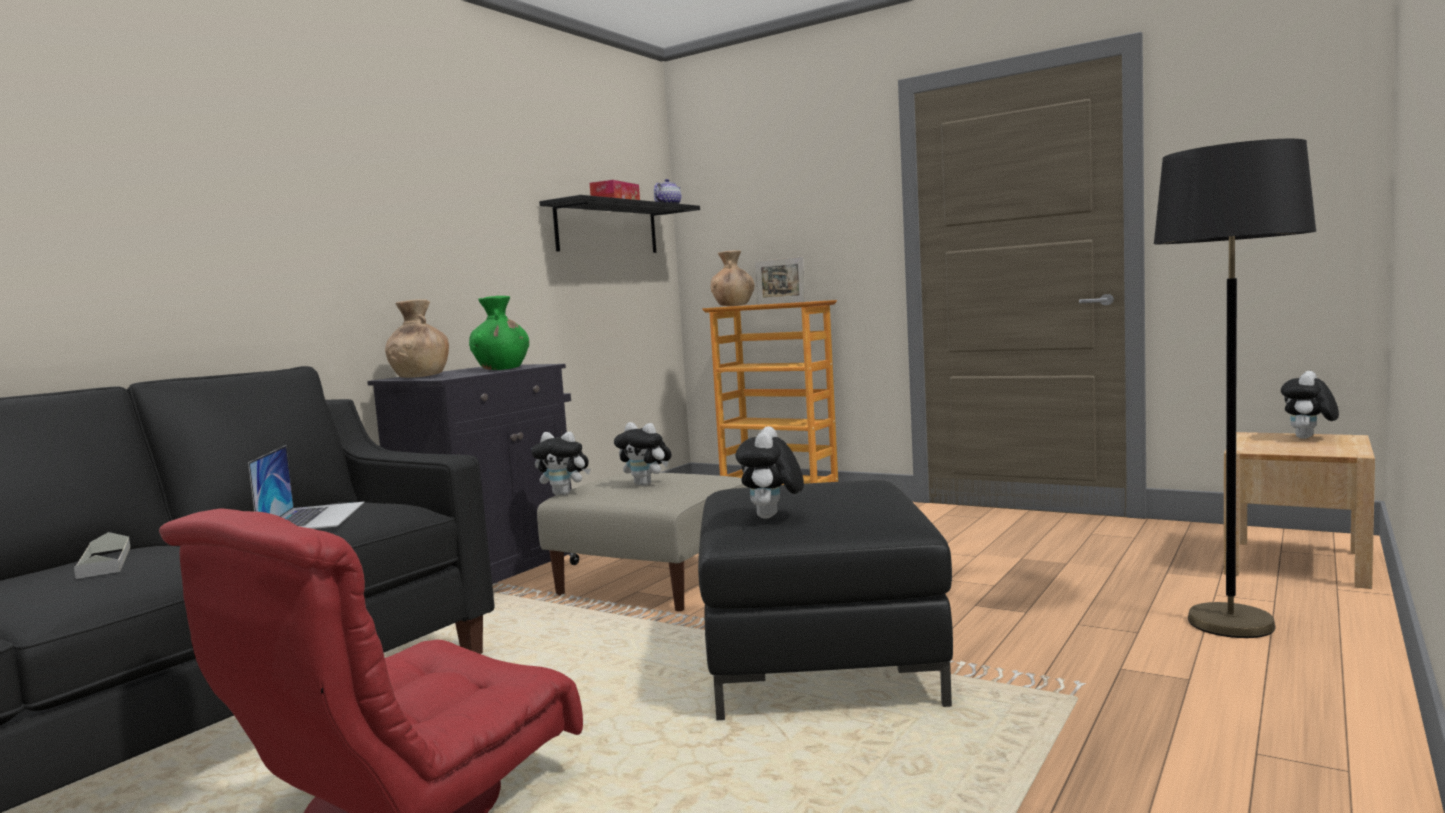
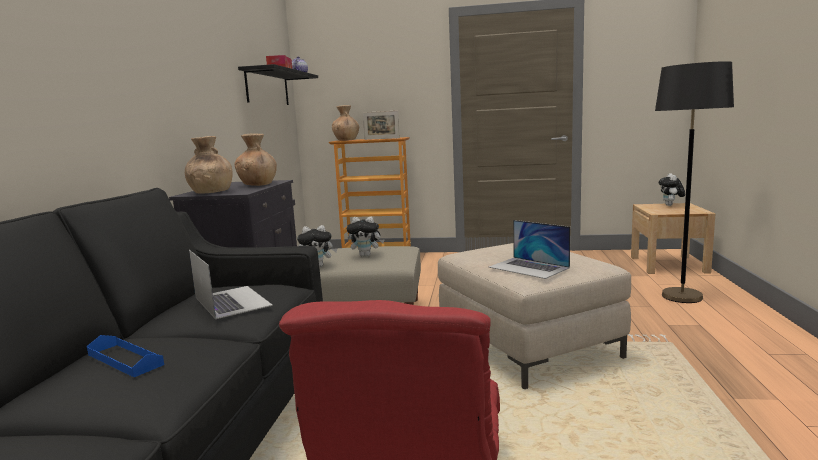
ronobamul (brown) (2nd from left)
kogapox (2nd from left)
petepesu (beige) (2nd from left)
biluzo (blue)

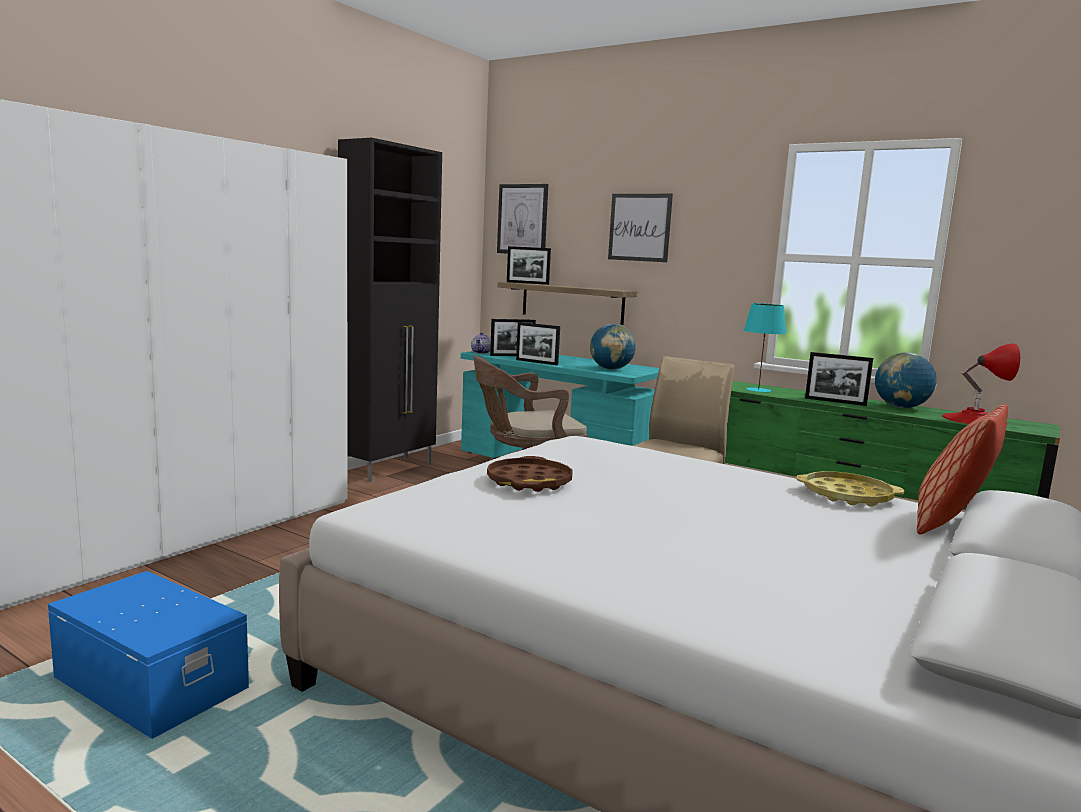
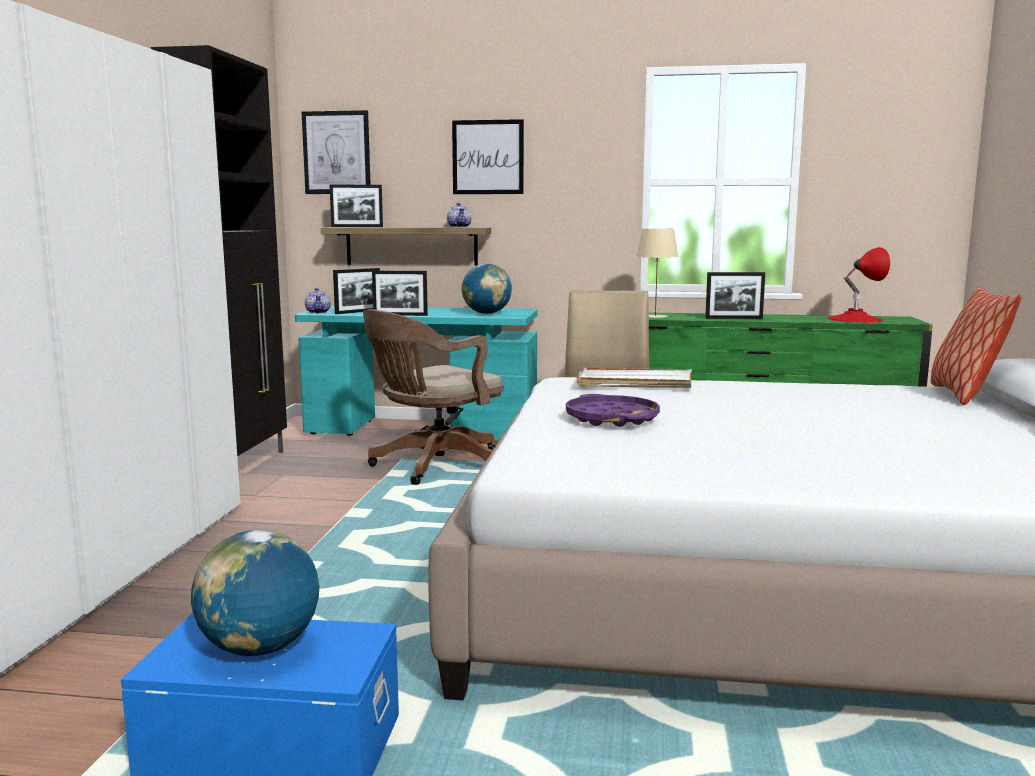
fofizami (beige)
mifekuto (1st from left)
biluzo (purple)
biluzo (yellow)
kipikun (2nd from left)
biluzo (white)

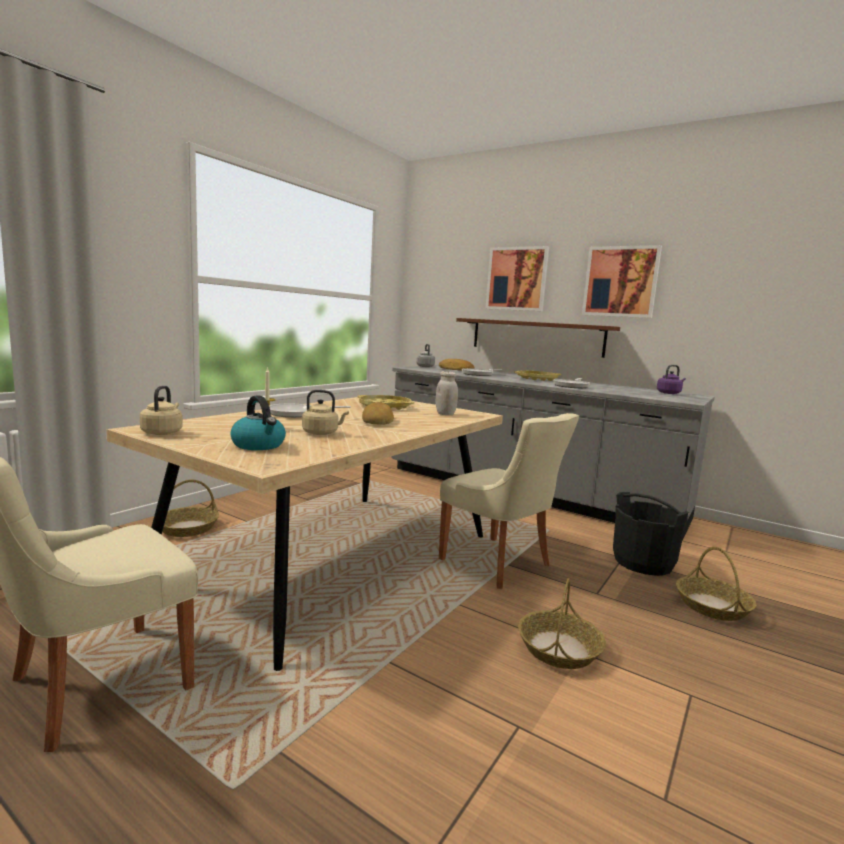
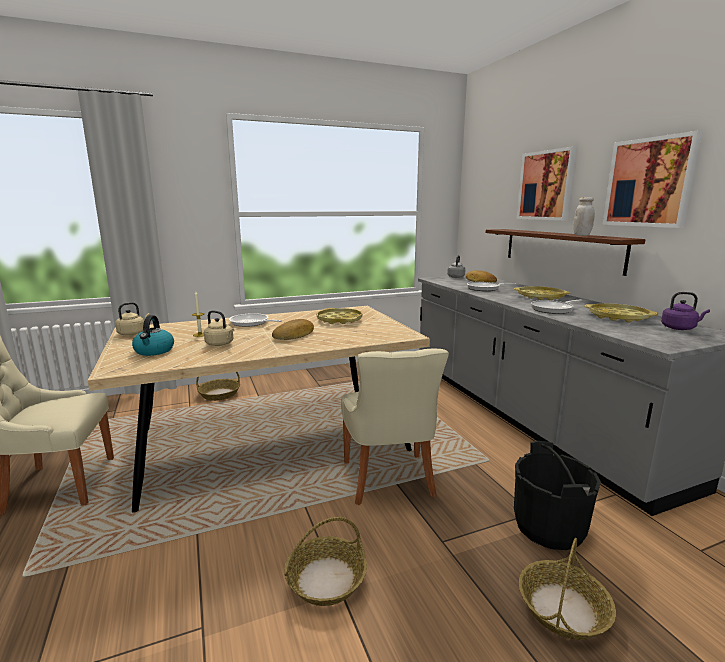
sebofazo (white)
biluzo (yellow) (3rd from left)

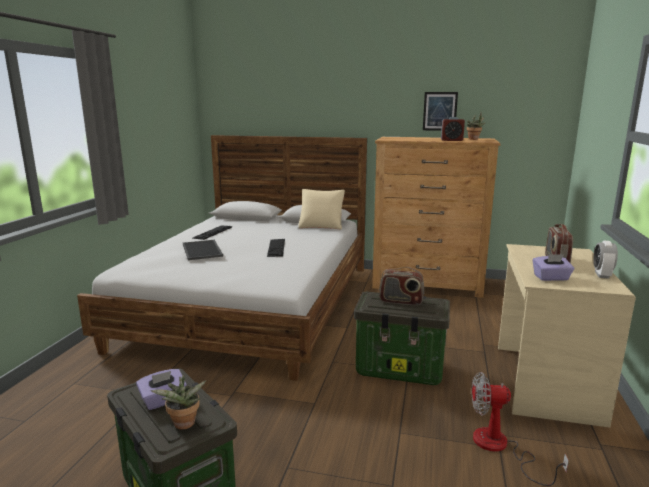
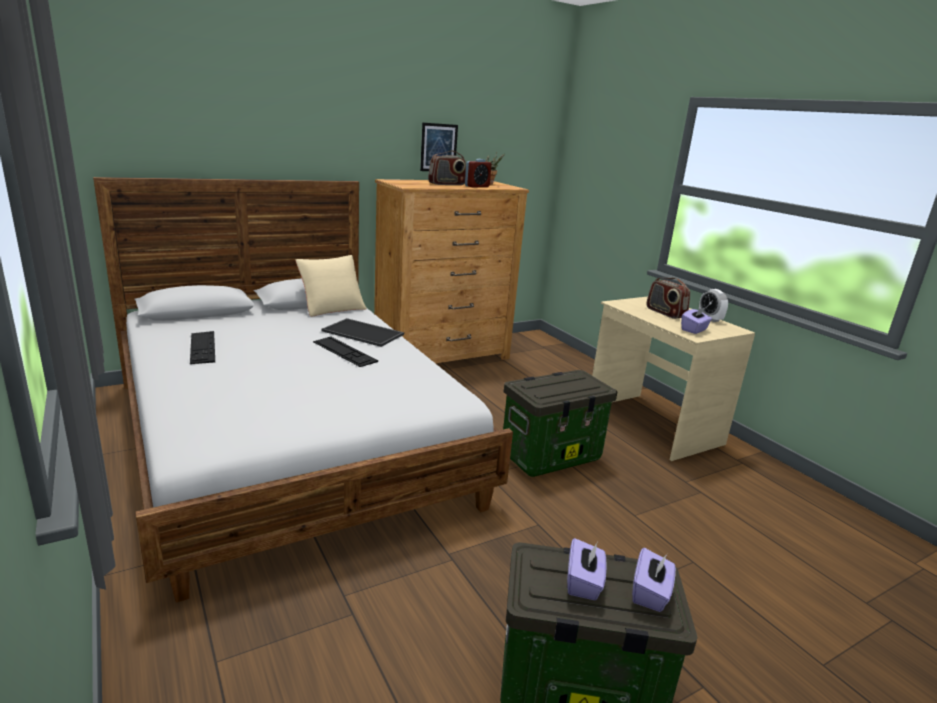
biluzo
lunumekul (1st from left)
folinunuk
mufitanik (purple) (2nd from left)

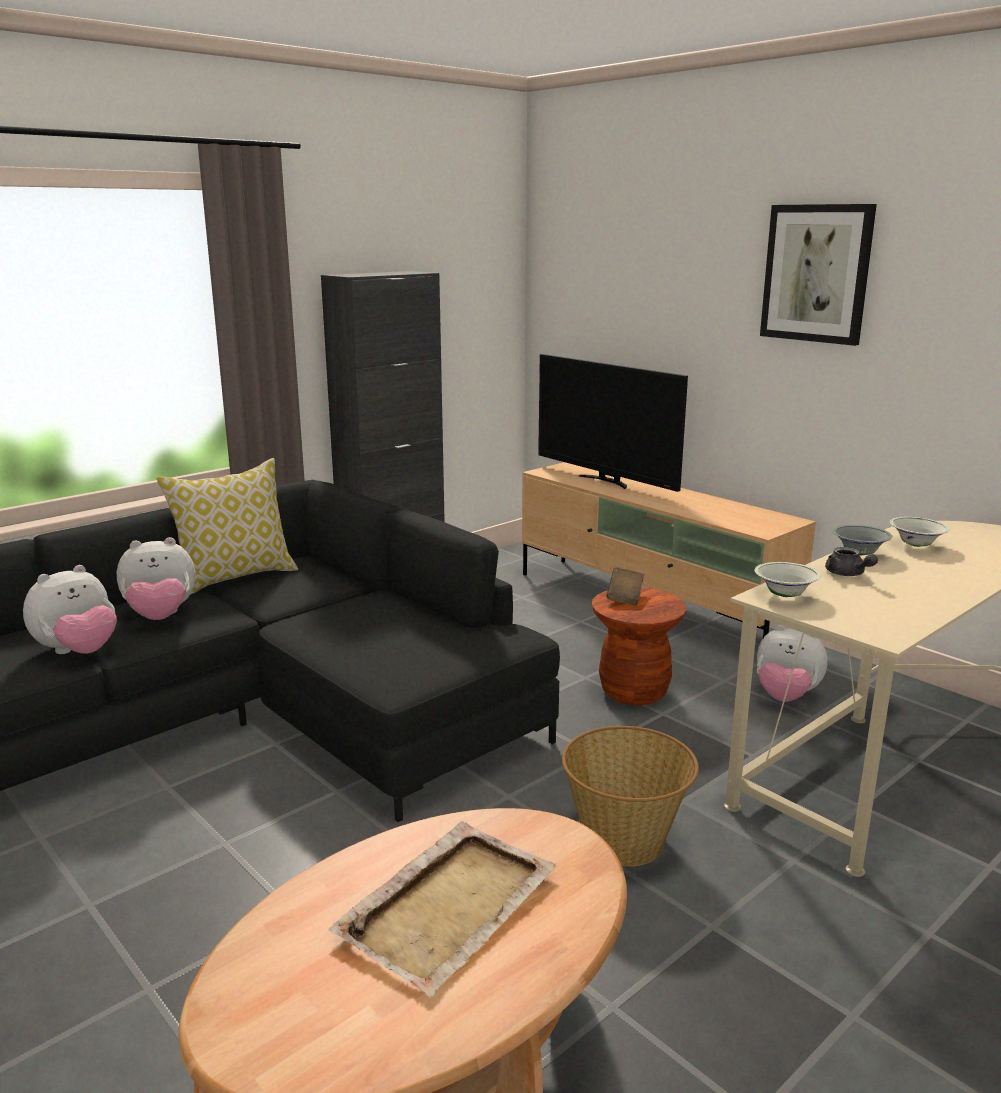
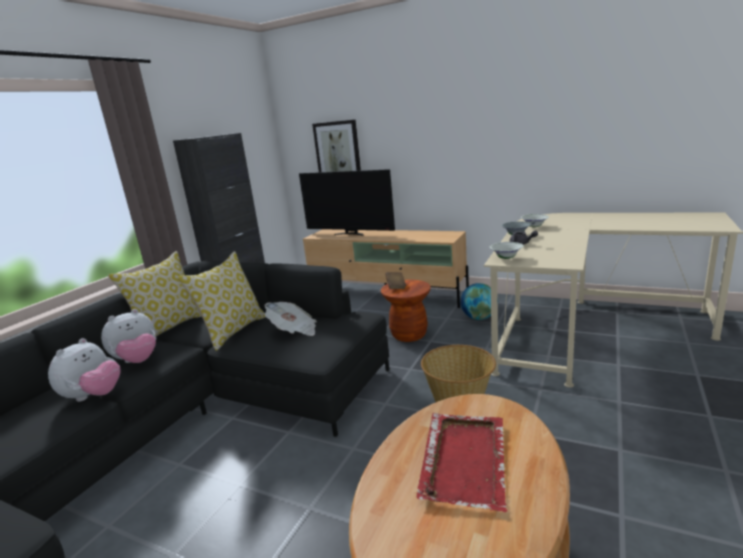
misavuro
mifekuto
biluzo (red)
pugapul (2nd from left)
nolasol

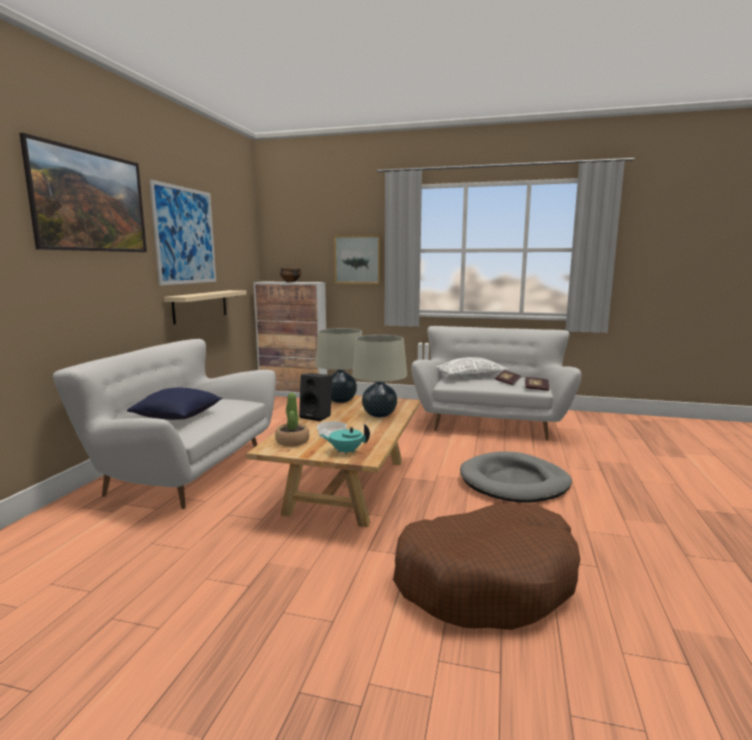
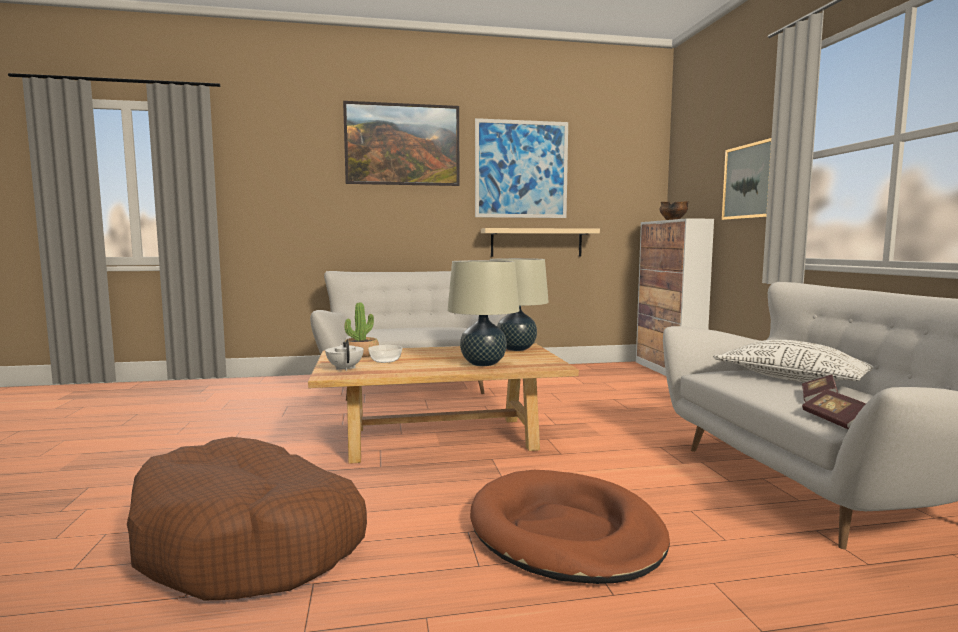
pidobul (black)
pugapul (blue)
kipikun (white)
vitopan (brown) (2nd from left)

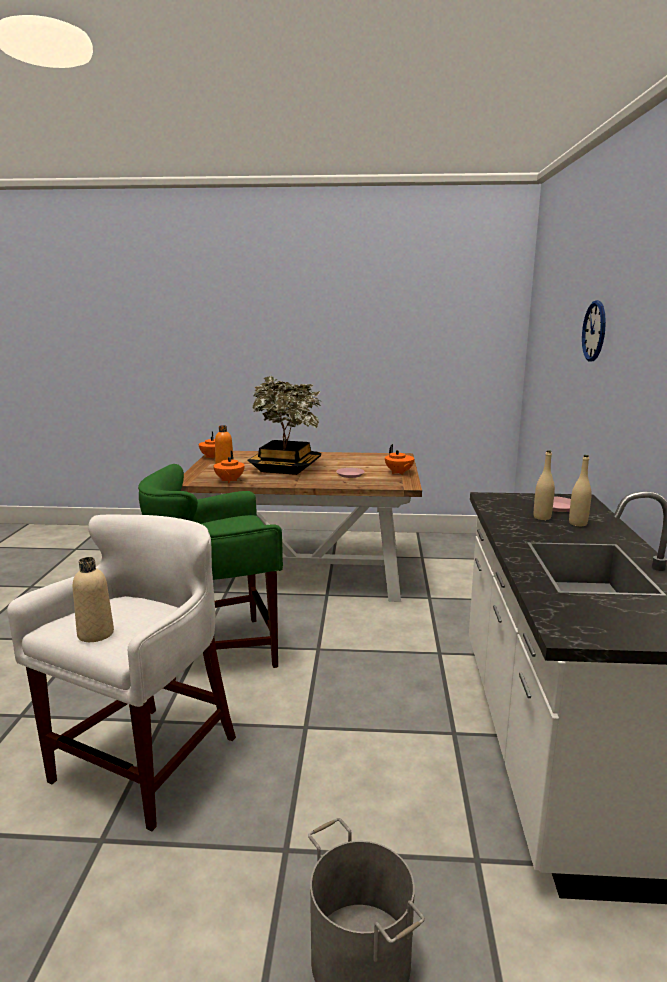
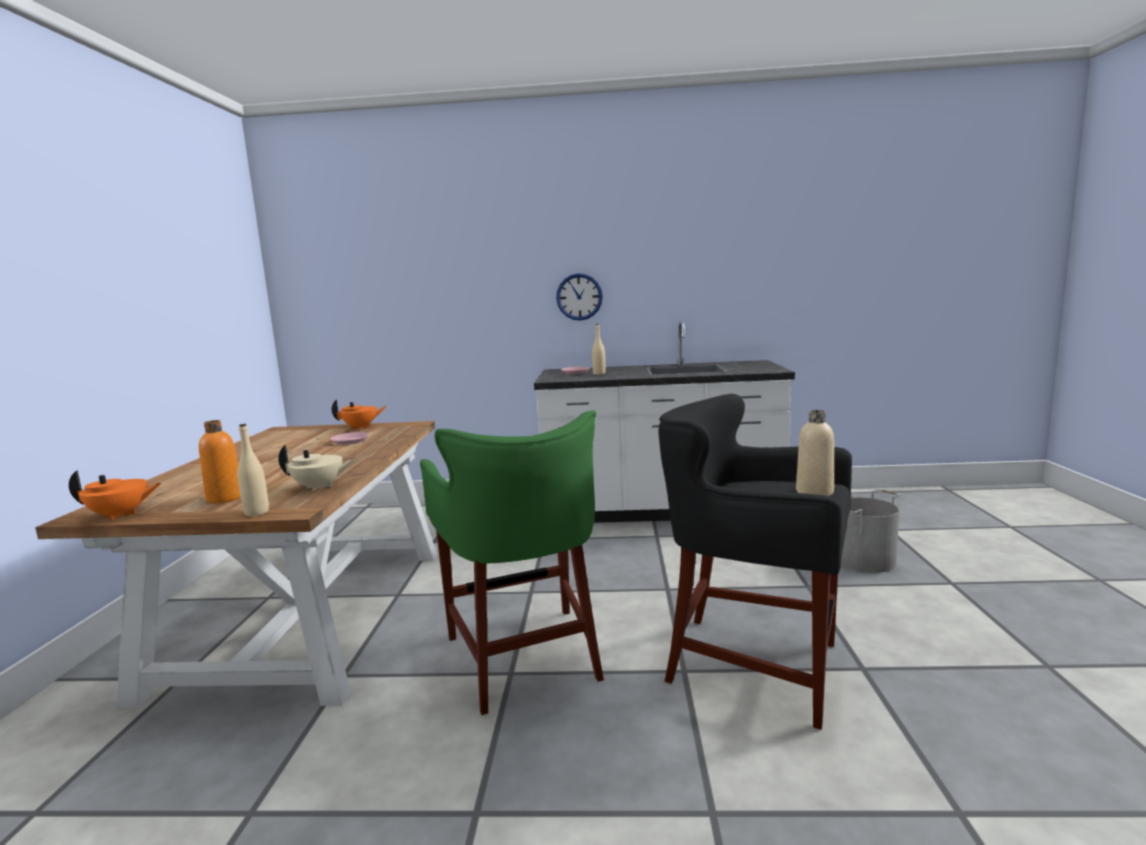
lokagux
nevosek
kipikun (beige)
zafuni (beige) (1st from left)
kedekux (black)

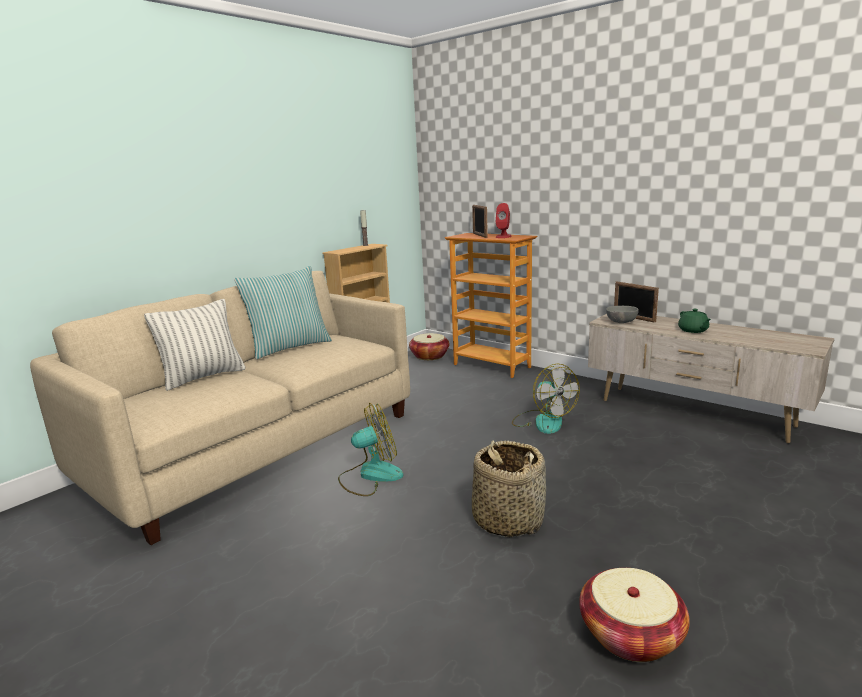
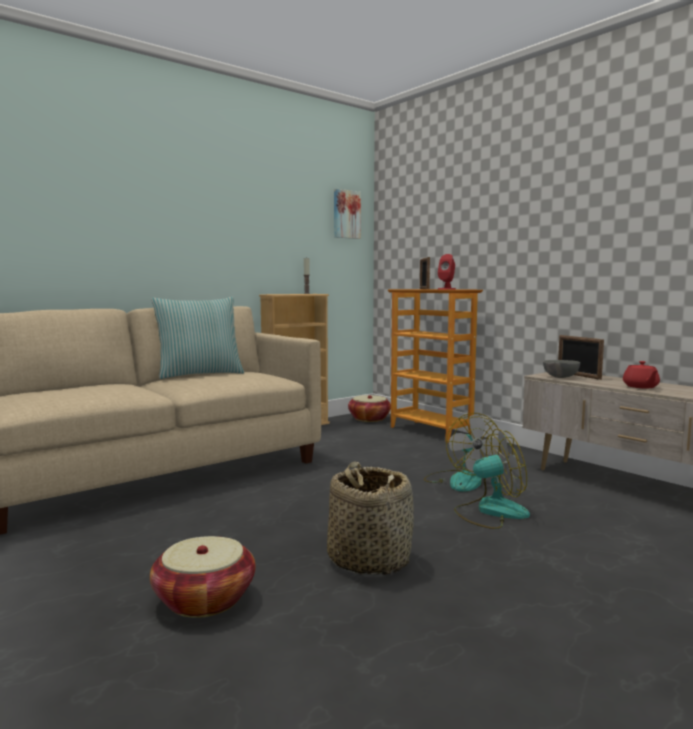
pugapul (1st from left in the first image)
kipikun (red)
folinunuk (2nd from left)
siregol (1st from left)
misavuro

